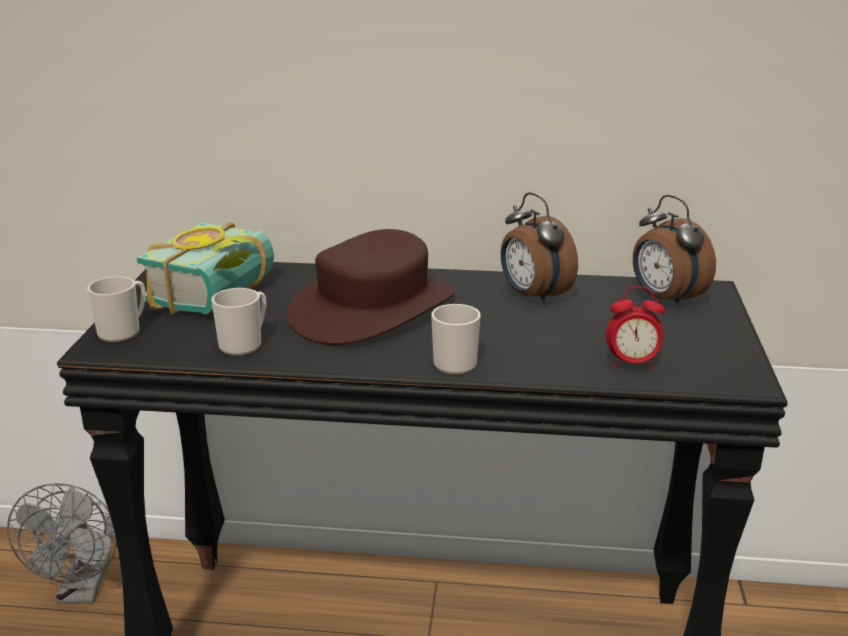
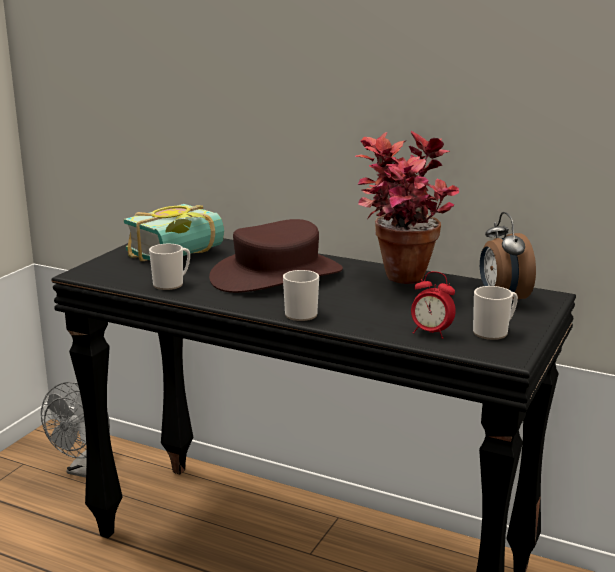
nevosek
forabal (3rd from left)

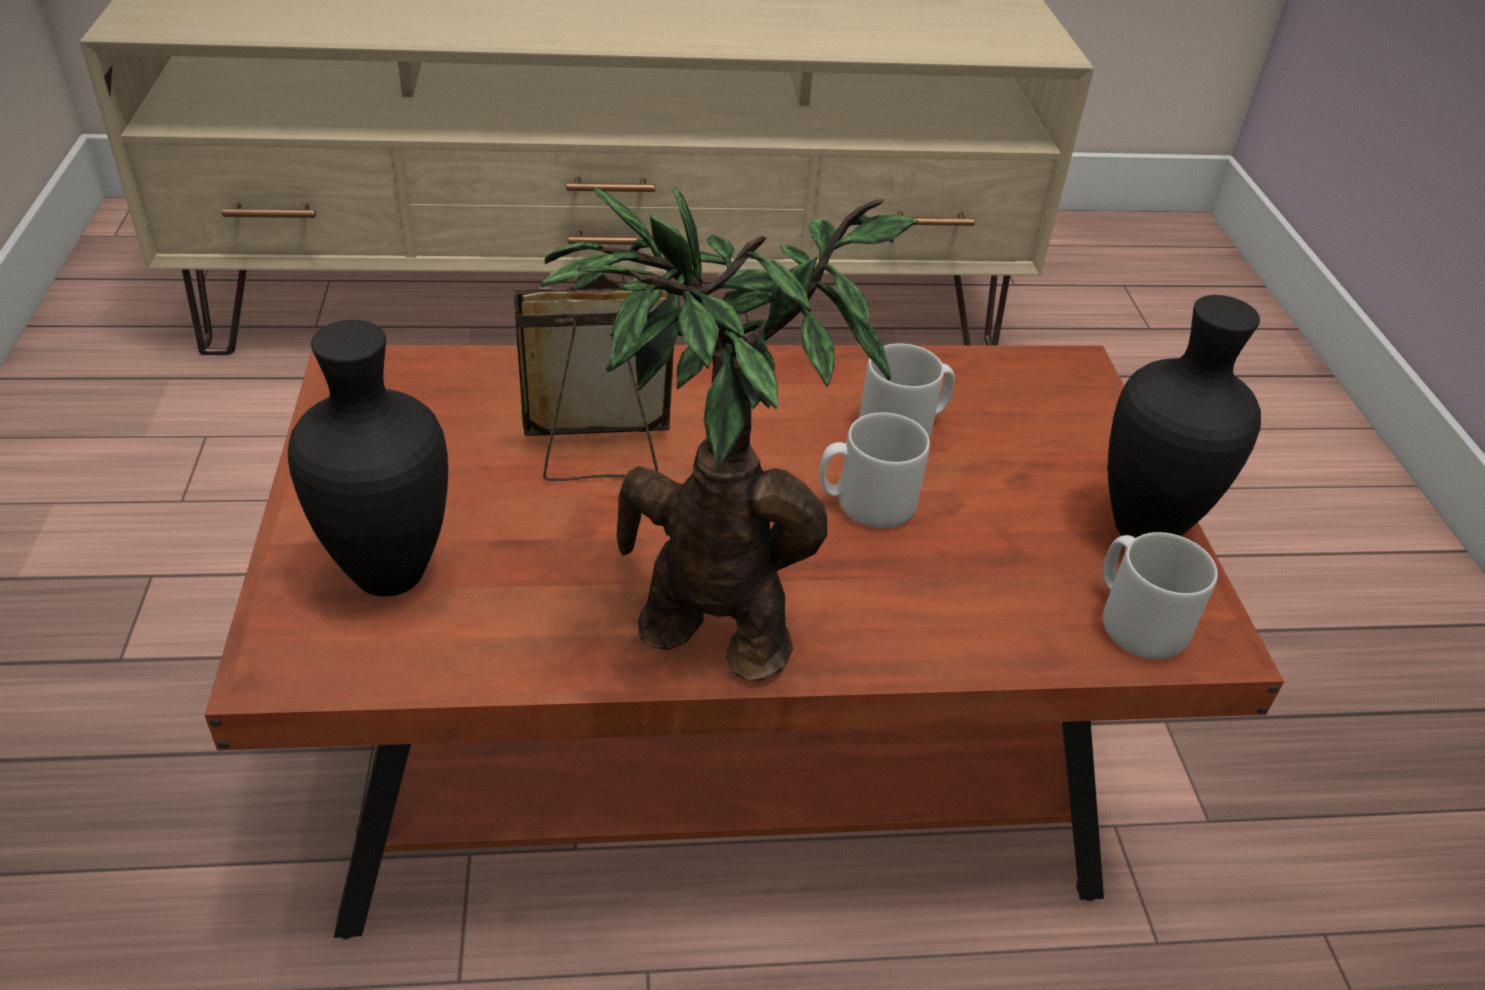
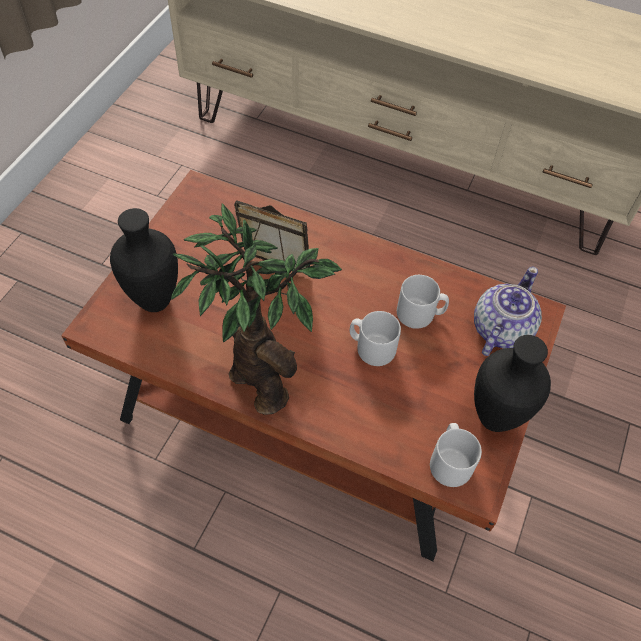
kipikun

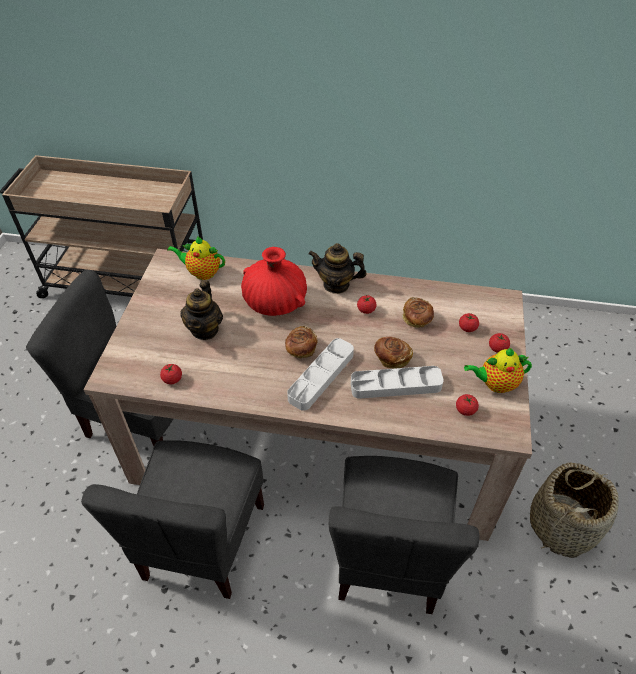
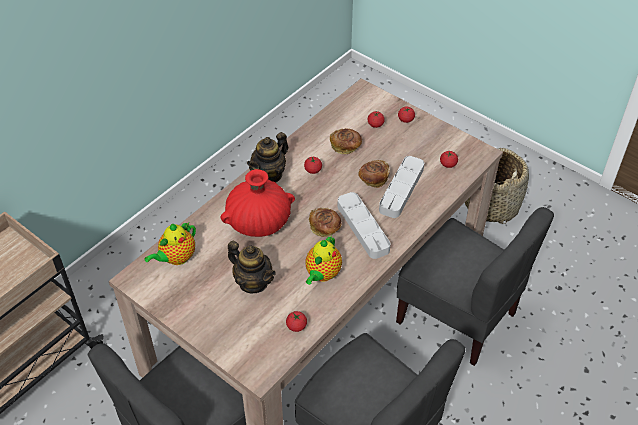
kipikun (4th from left)

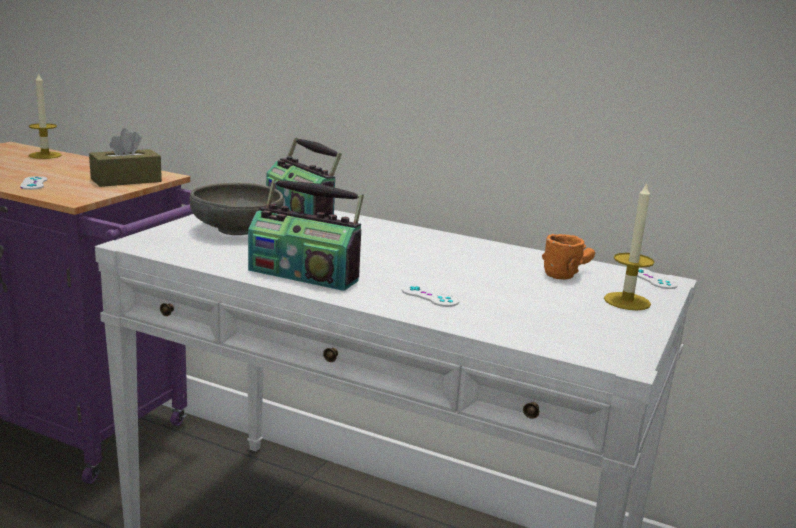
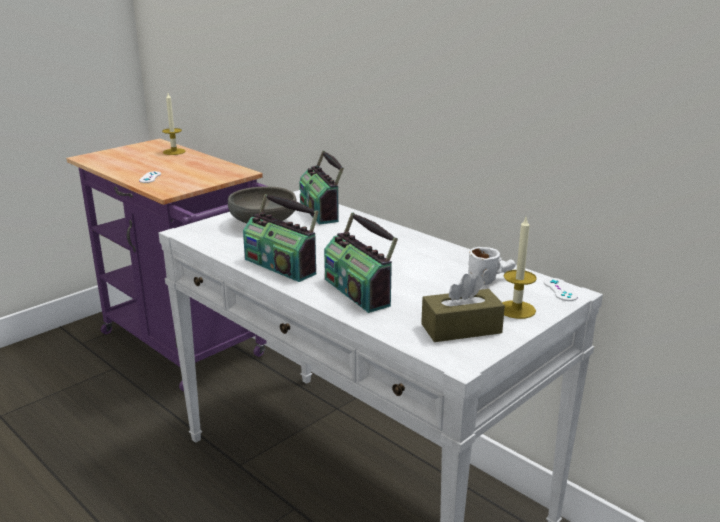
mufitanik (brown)
forabal (white)
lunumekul (3rd from left)

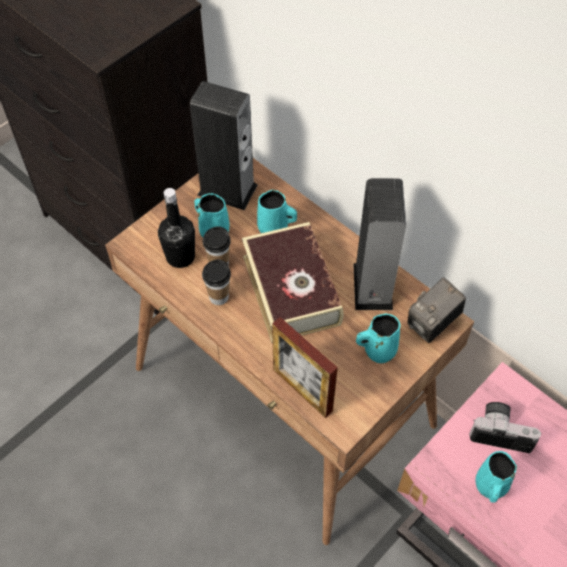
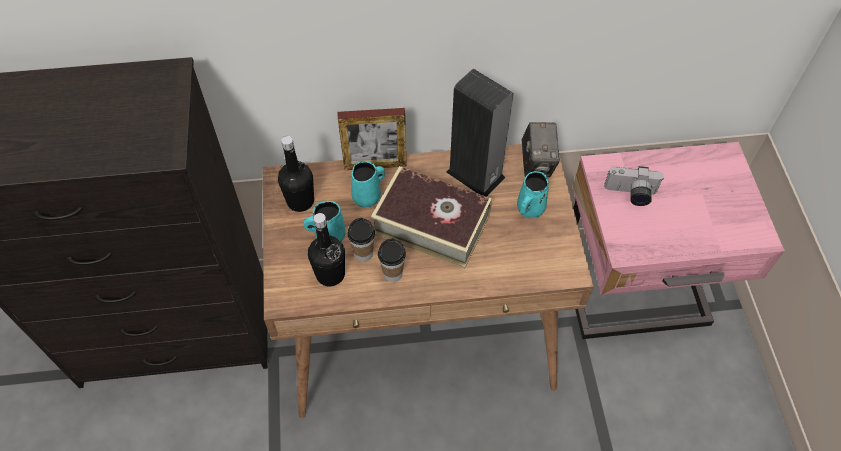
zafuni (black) (1st from left)
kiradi
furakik (2nd from left)
forabal (turquoise) (4th from left in the first image)

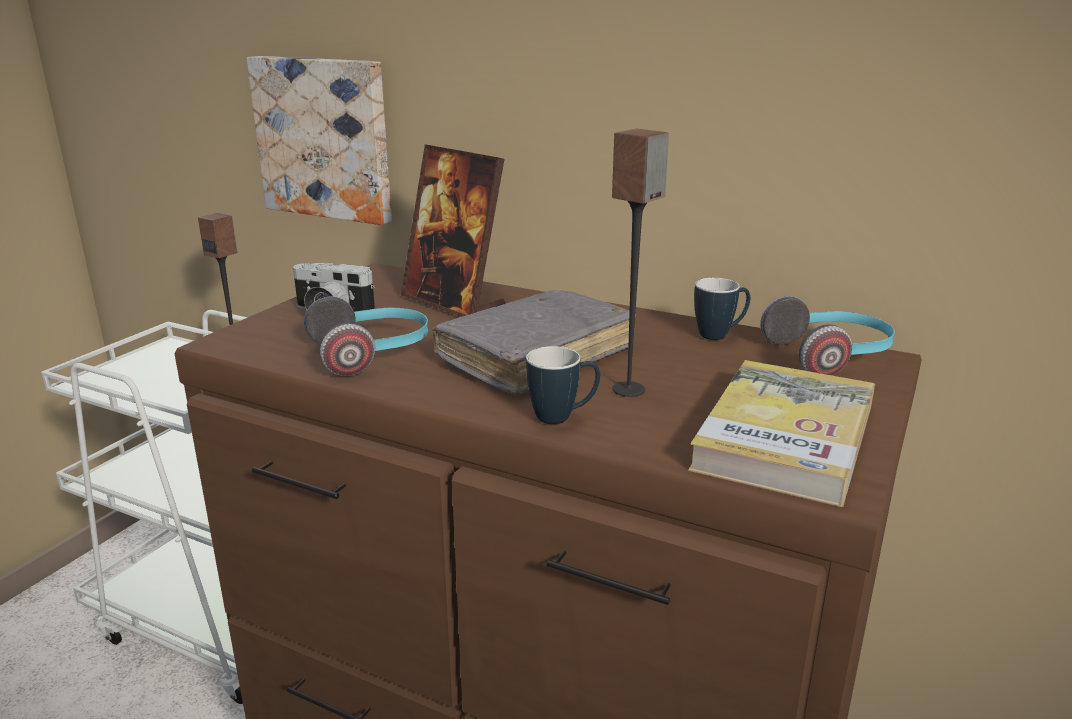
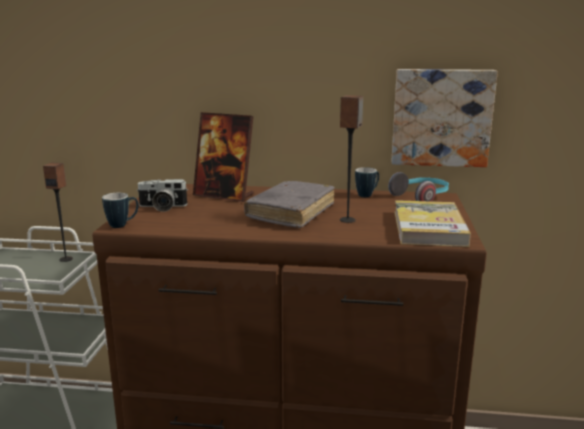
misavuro
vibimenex (1st from left in the first image)
forabal (1st from left)

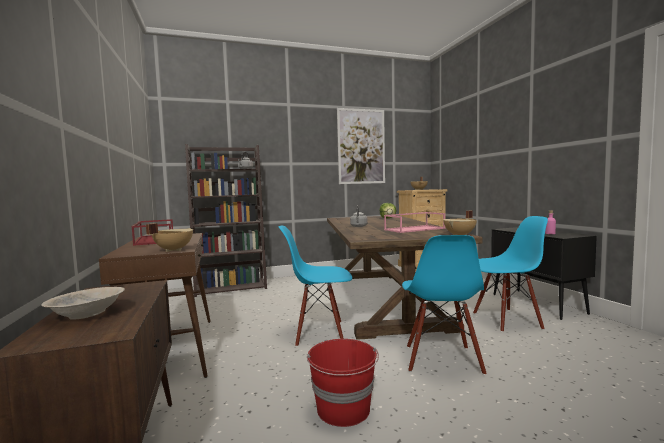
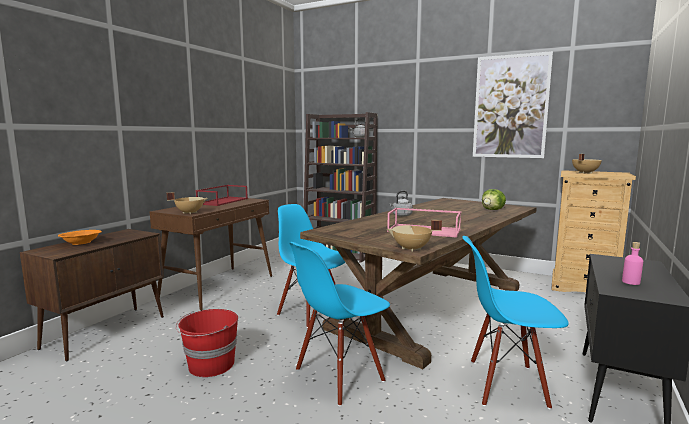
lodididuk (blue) (3rd from left)
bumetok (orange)

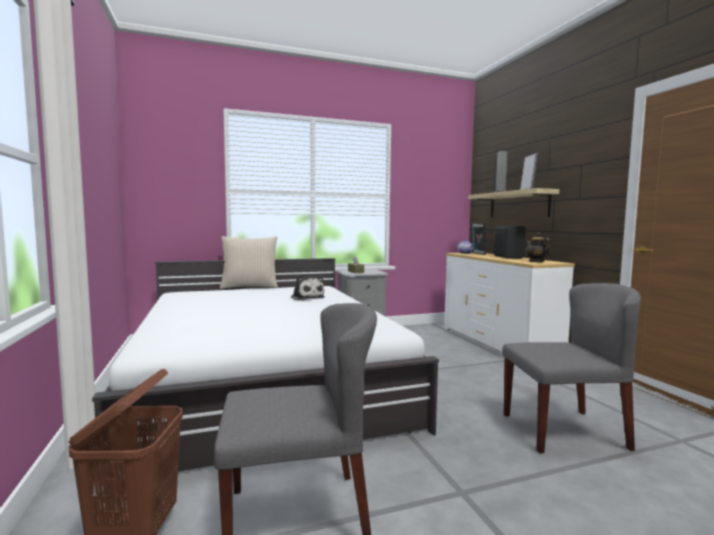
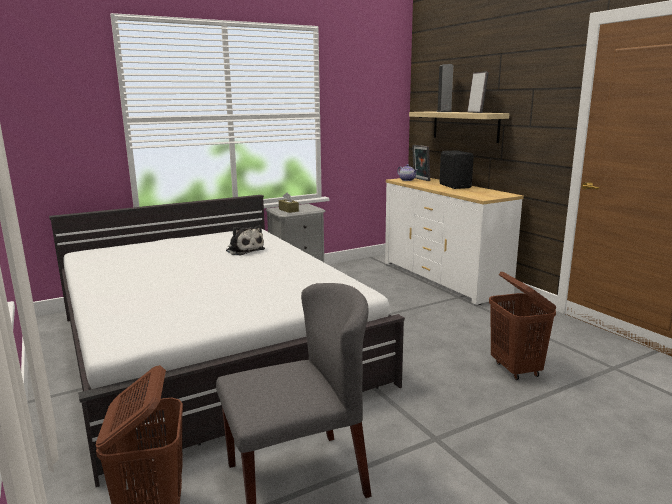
kipikun (2nd from left in the first image)
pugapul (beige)
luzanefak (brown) (2nd from left)

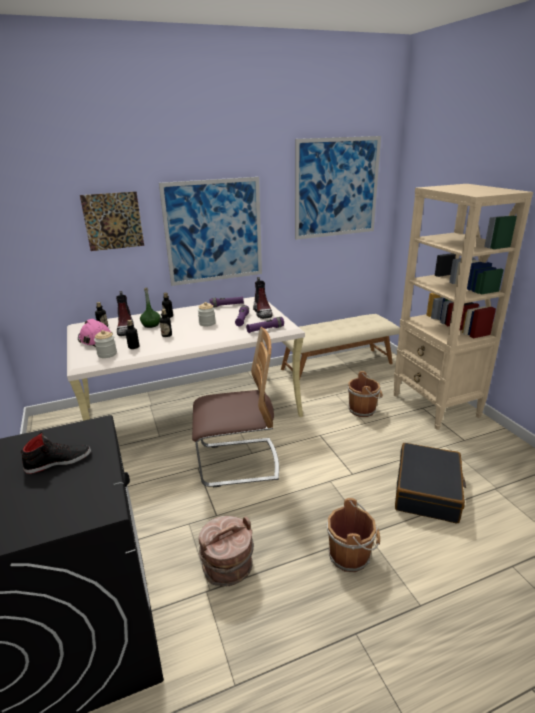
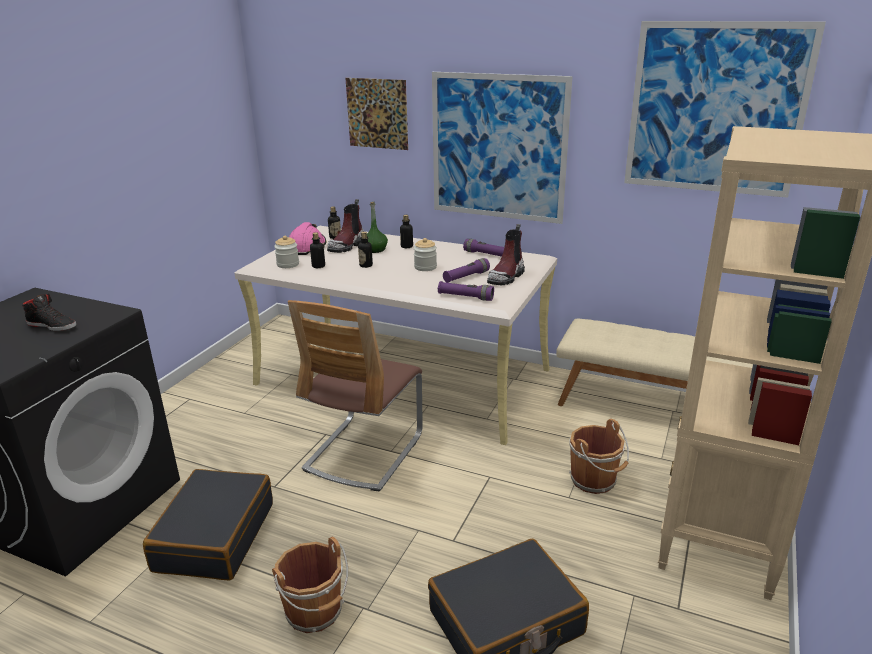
lodididuk
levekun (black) (1st from left)

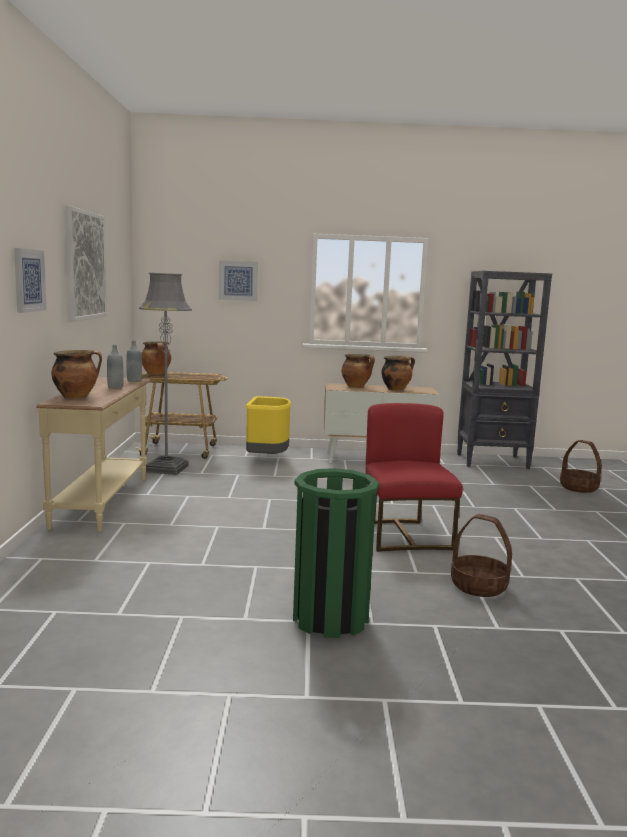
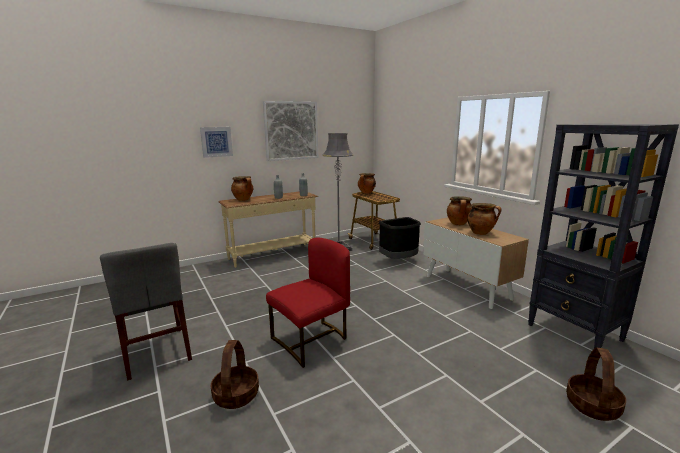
misavuro (3rd from left in the first image)
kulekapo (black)
lodididuk (grey)

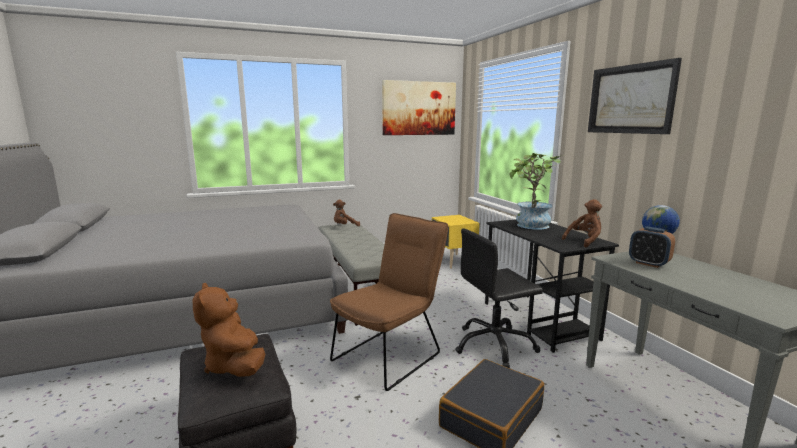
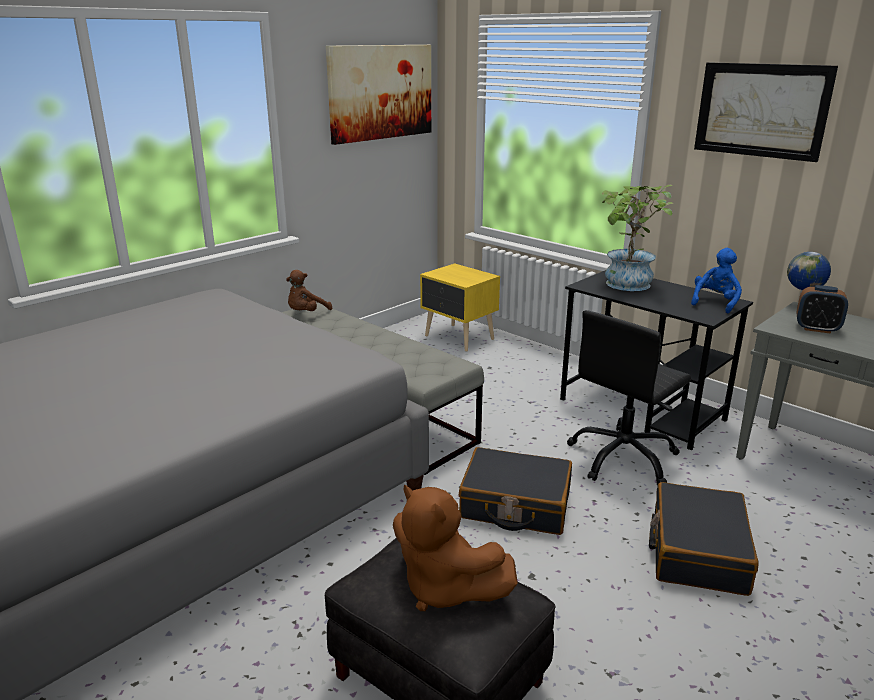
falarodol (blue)
levekun (black) (1st from left)

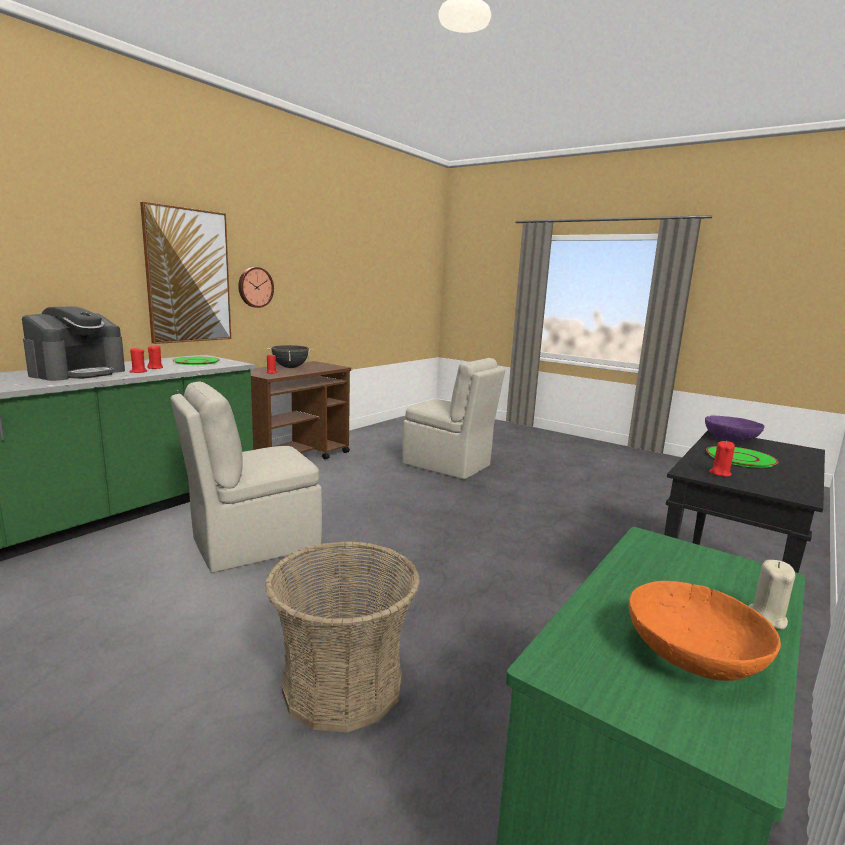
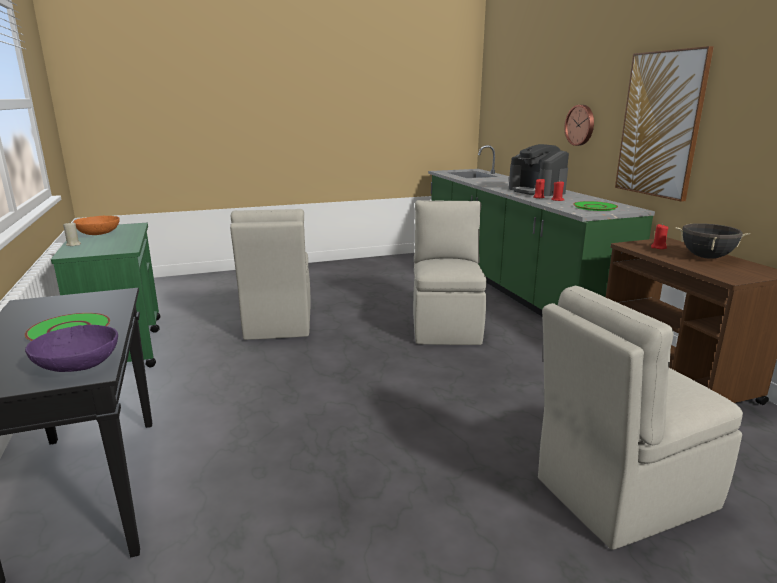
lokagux
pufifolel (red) (4th from left in the first image)
lodididuk (beige) (1st from left)

